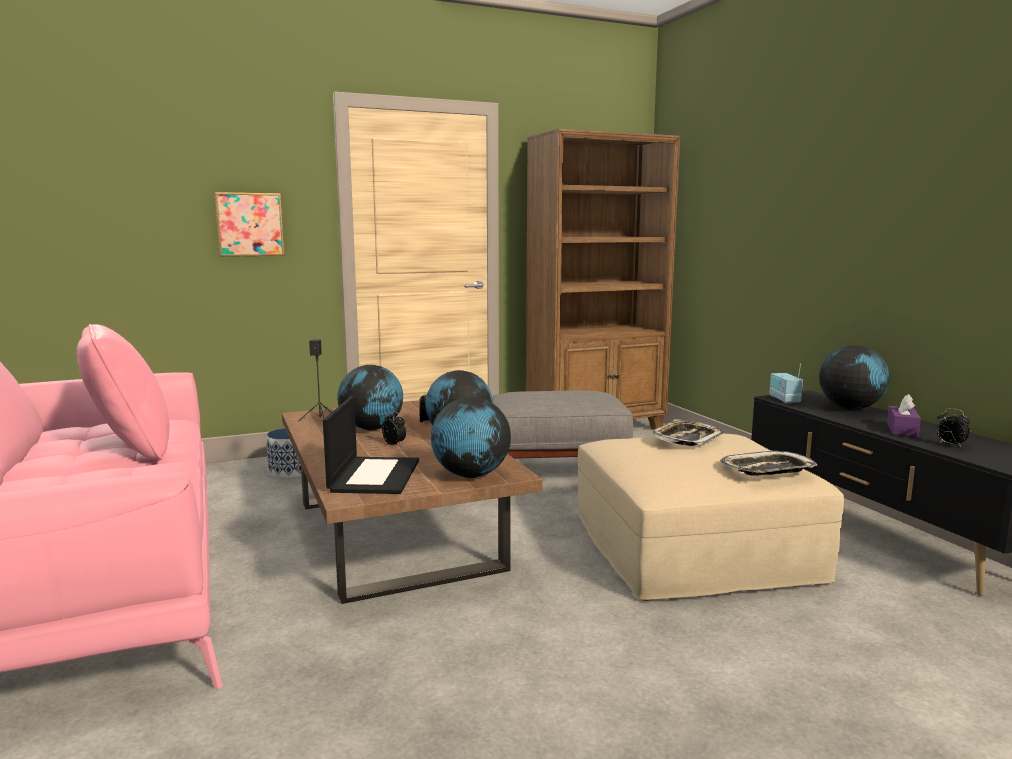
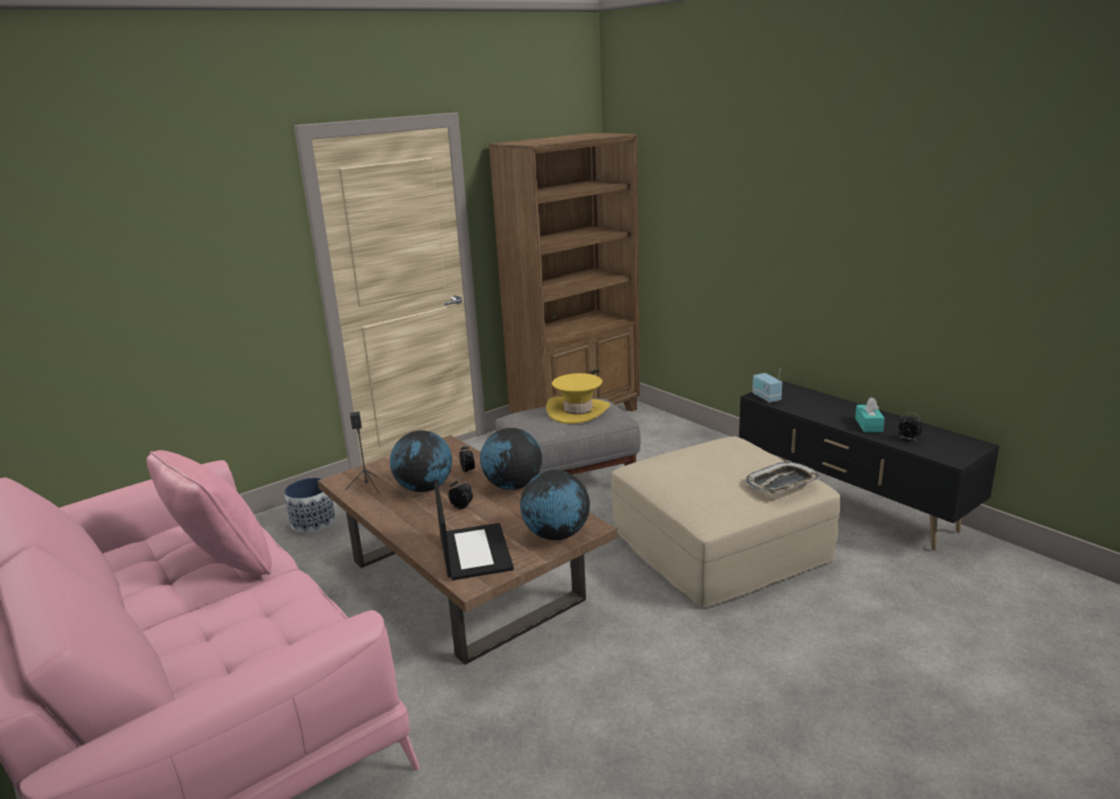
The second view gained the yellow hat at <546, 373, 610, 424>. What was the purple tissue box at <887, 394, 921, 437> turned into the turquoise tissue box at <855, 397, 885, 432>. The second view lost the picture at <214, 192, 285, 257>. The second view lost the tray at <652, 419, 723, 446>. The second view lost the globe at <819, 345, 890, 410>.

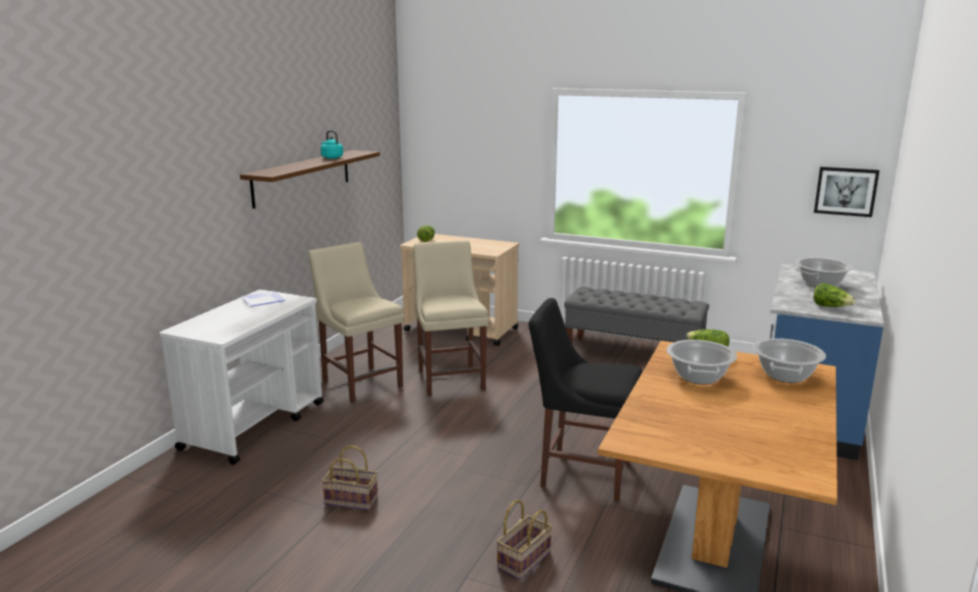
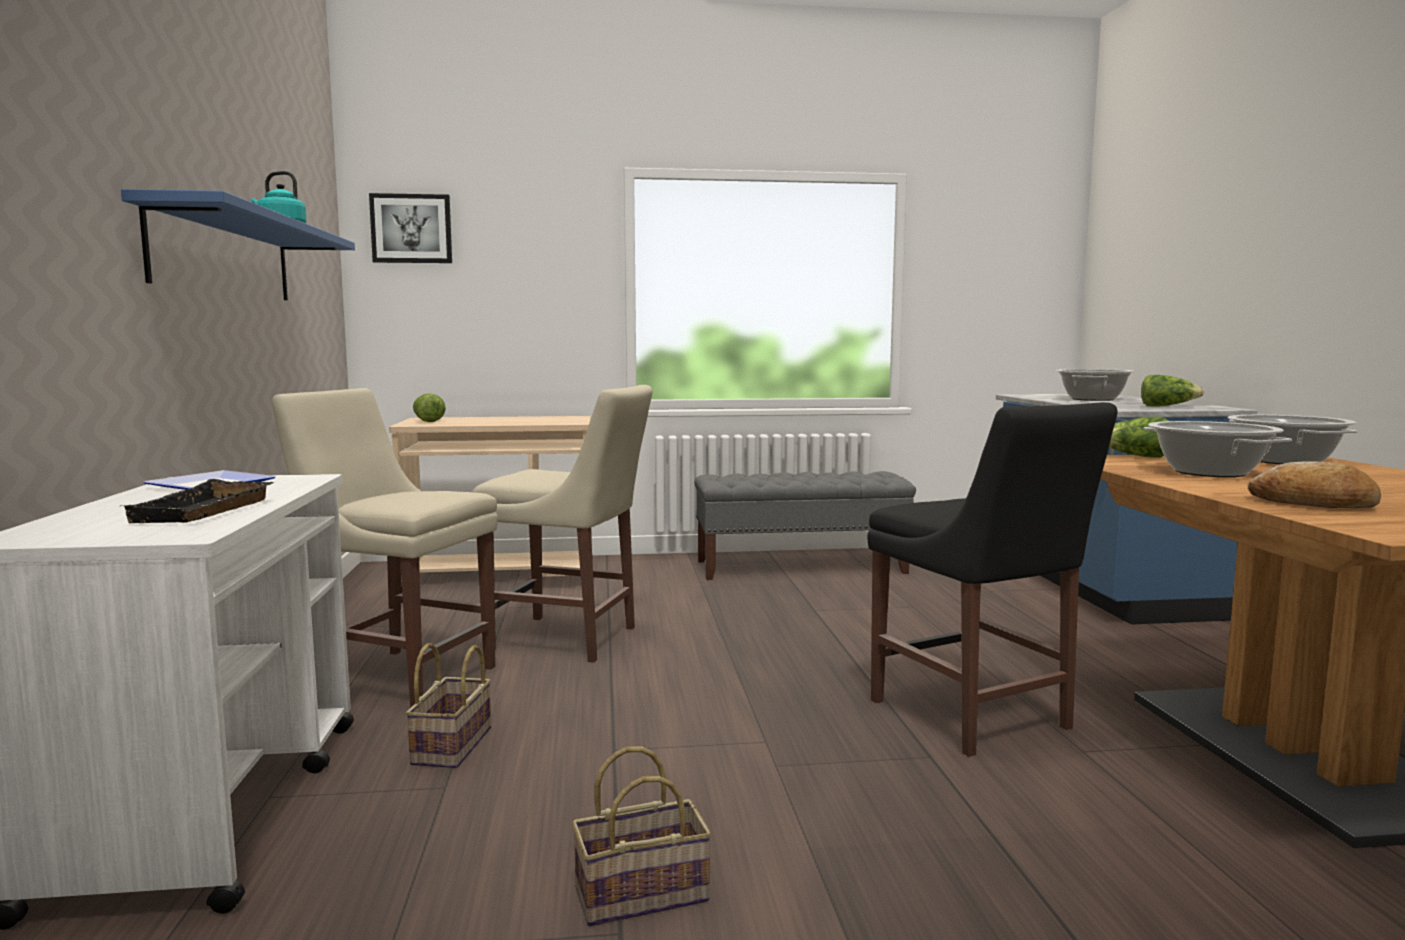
What was the brown shelf at <240, 150, 380, 209> turned into the blue shelf at <121, 189, 355, 300>. The second view gained the black tray at <123, 479, 274, 523>. The picture ended up elsewhere, having gone from <814, 167, 880, 217> to <369, 193, 452, 263>. The basket ended up elsewhere, having gone from <496, 500, 552, 580> to <405, 643, 491, 768>. The beige chair at <413, 240, 489, 396> ended up facing another way, 150 degrees clockwise from before. The black chair at <528, 298, 642, 501> ended up facing another way, 105 degrees counterclockwise from before. The second view gained the bread at <1248, 461, 1381, 508>.

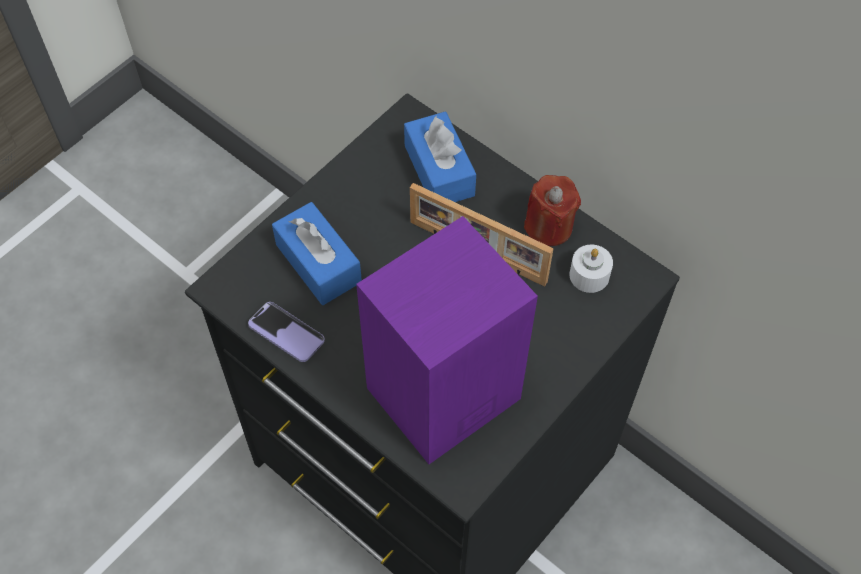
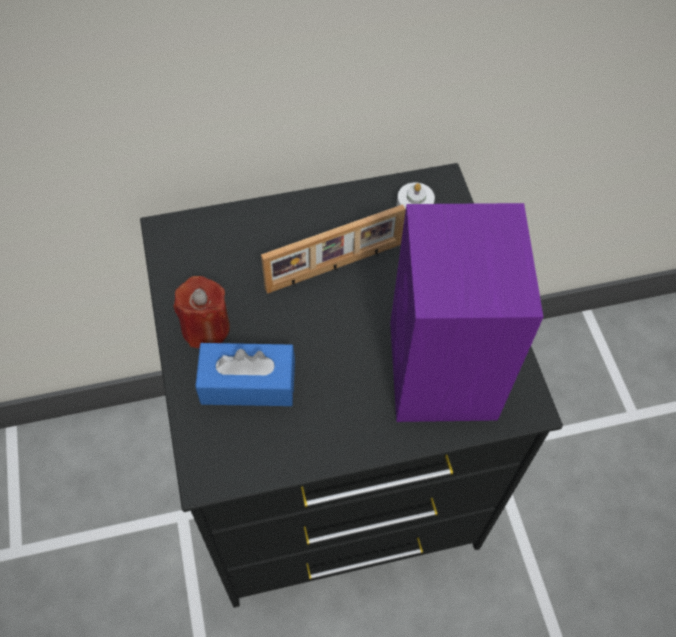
The red candle ended up elsewhere, having gone from <524, 175, 581, 246> to <173, 276, 230, 348>. The second view lost the phone at <248, 302, 325, 362>. The second view lost the blue tissue box at <404, 112, 476, 202>.

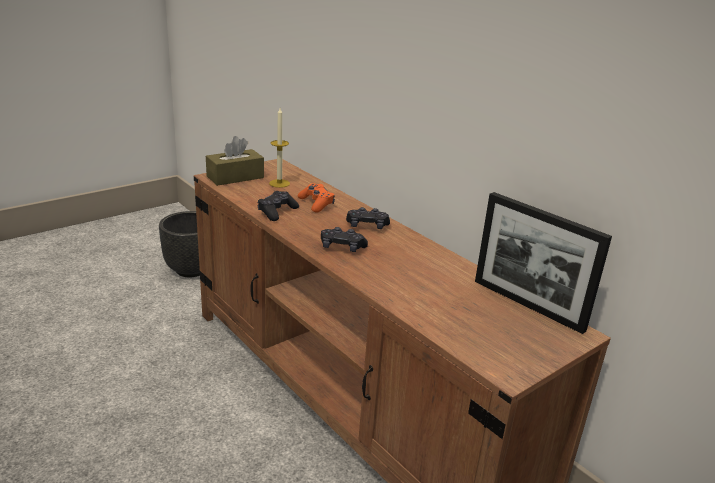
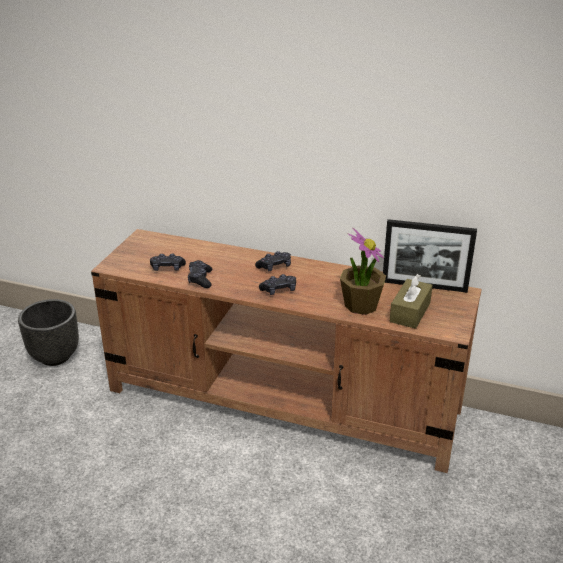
The second view gained the black game controller at <150, 253, 186, 271>. The second view gained the potted plant at <340, 228, 386, 315>. The brown tissue box ended up elsewhere, having gone from <206, 136, 264, 186> to <390, 274, 433, 329>. The second view lost the candle at <269, 108, 290, 188>. The second view lost the orange game controller at <297, 183, 335, 213>.

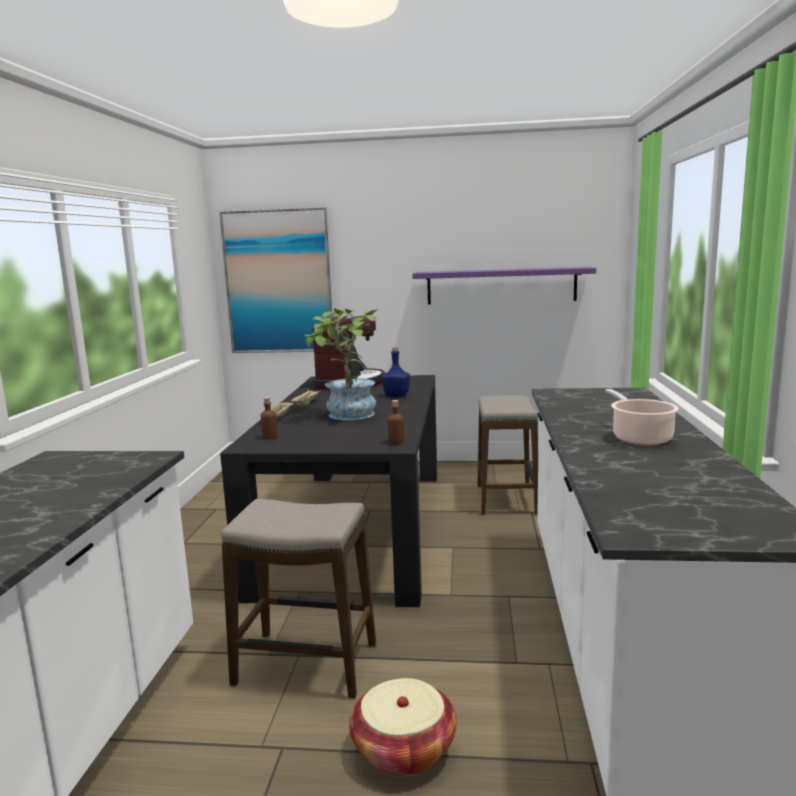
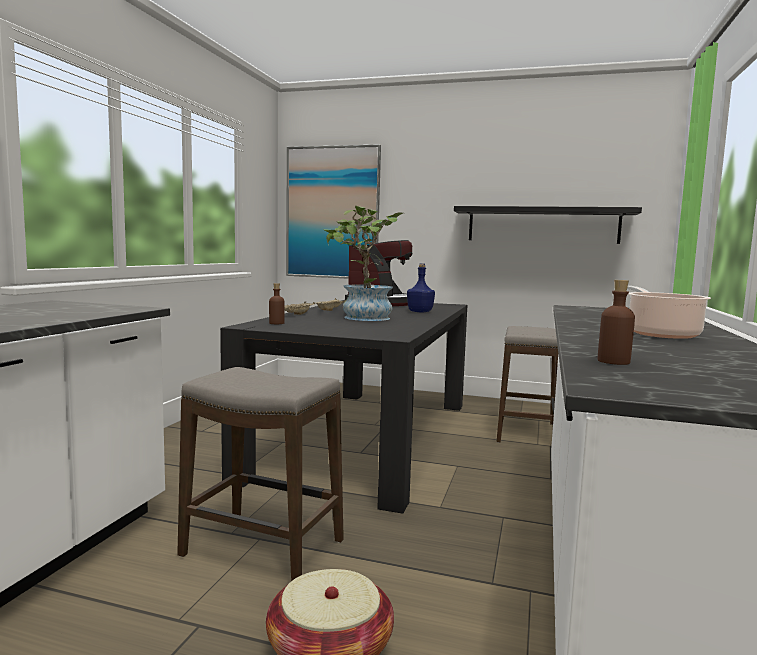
What was the purple shelf at <413, 267, 596, 305> turned into the black shelf at <454, 206, 642, 244>. The brown bottle ended up elsewhere, having gone from <388, 400, 404, 444> to <598, 280, 635, 365>.

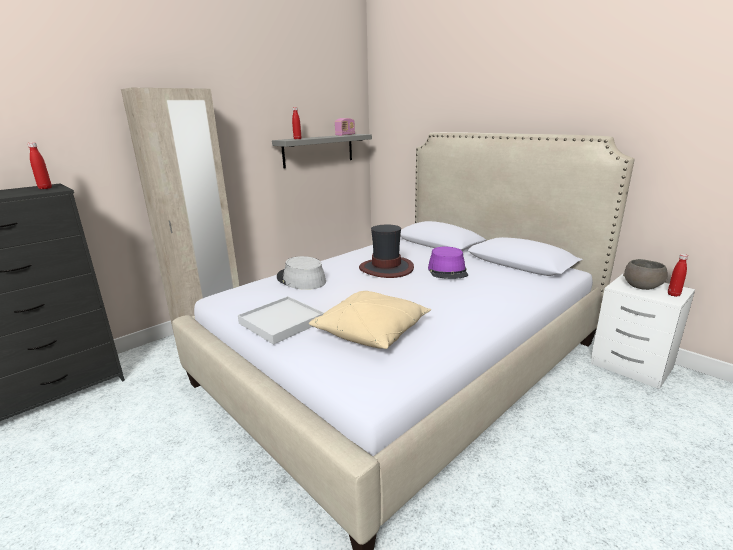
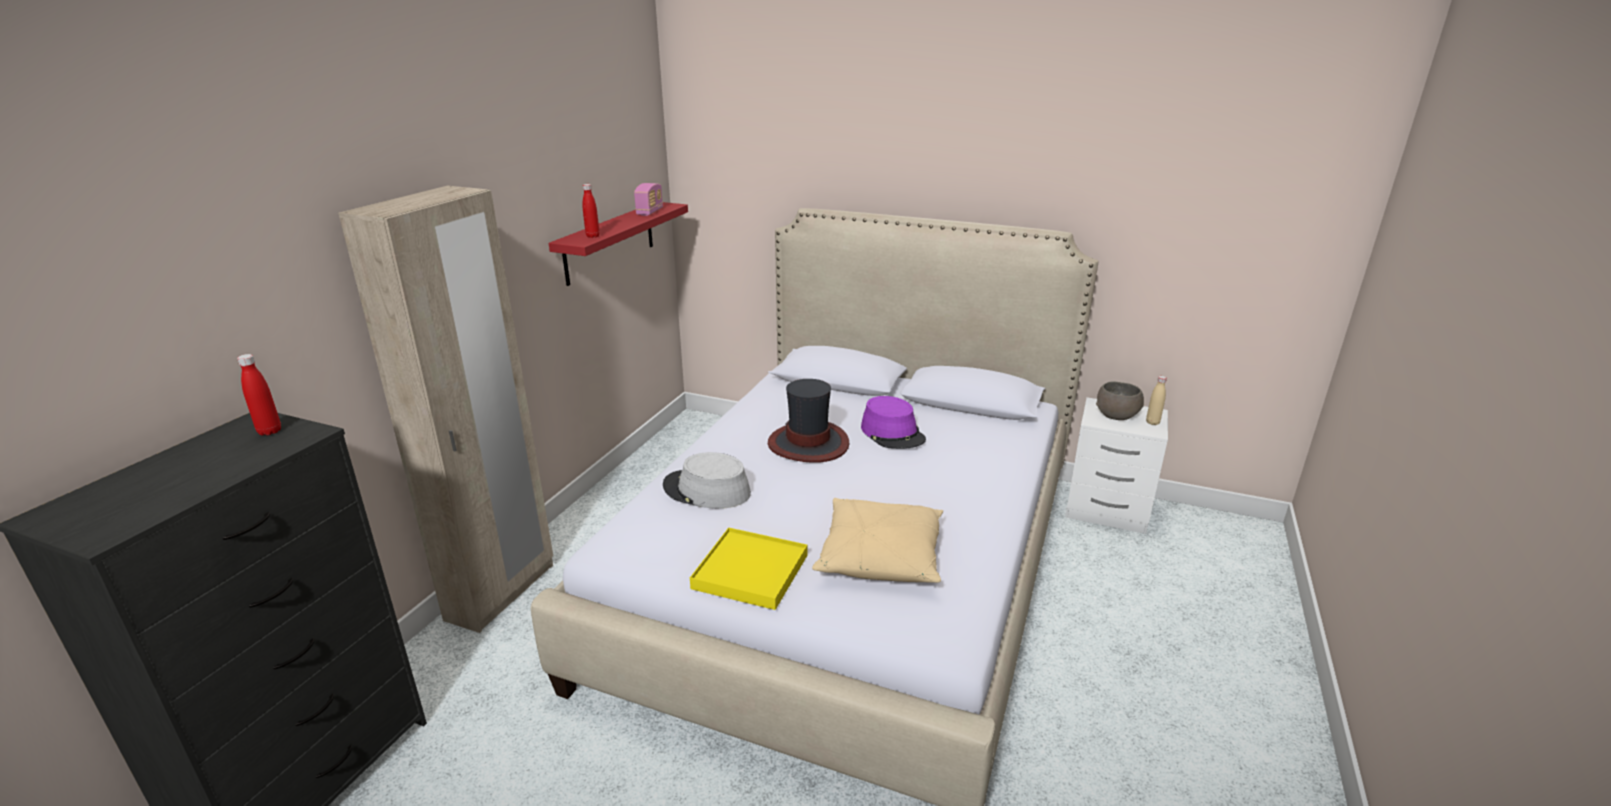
What was the grey shelf at <272, 134, 372, 168> turned into the red shelf at <549, 202, 688, 286>. What was the white tray at <238, 296, 324, 345> turned into the yellow tray at <690, 527, 807, 610>. What was the red bottle at <668, 254, 688, 297> turned into the beige bottle at <1146, 376, 1167, 425>.

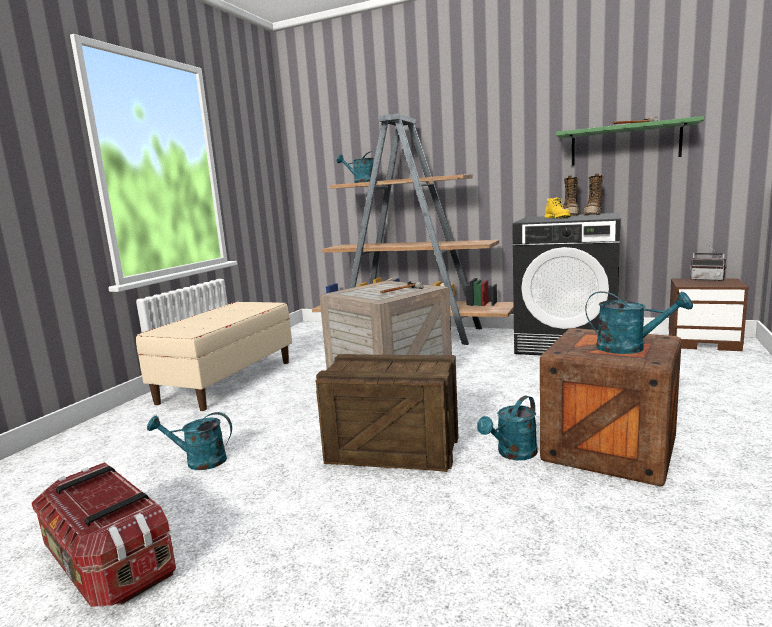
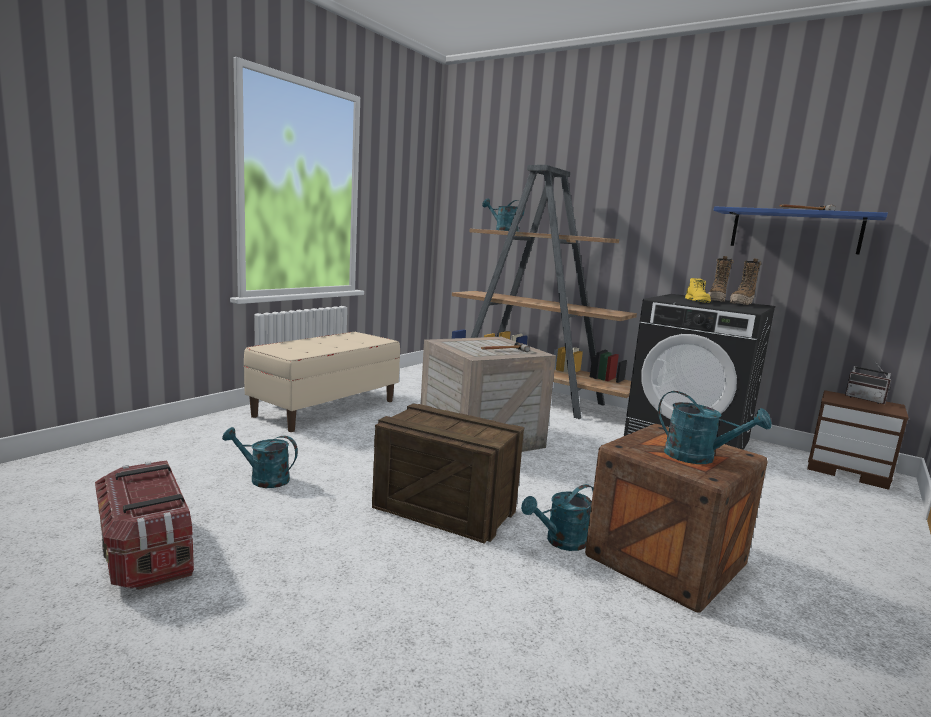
What was the green shelf at <556, 116, 704, 166> turned into the blue shelf at <713, 207, 888, 254>.

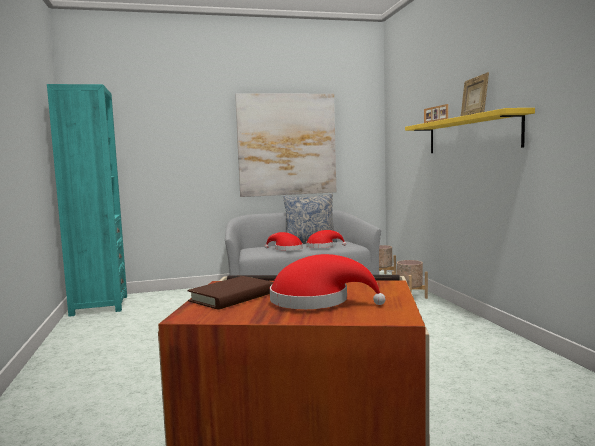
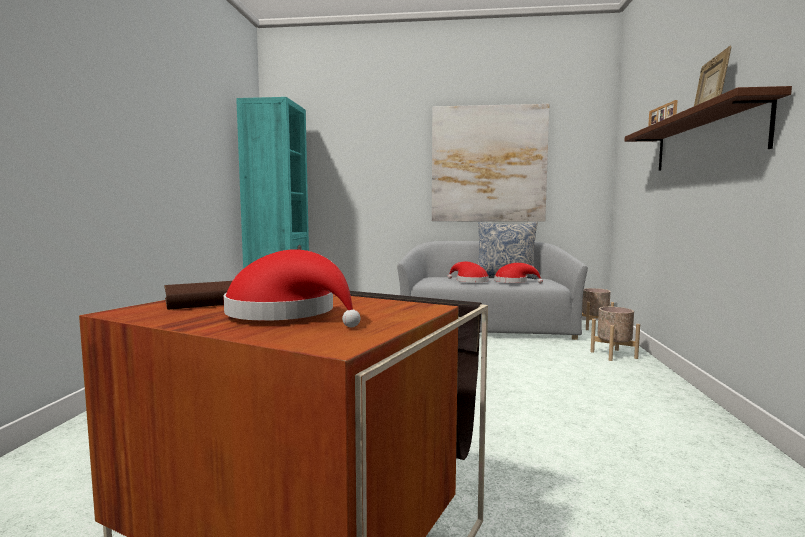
What was the yellow shelf at <405, 108, 535, 153> turned into the brown shelf at <625, 86, 792, 171>.

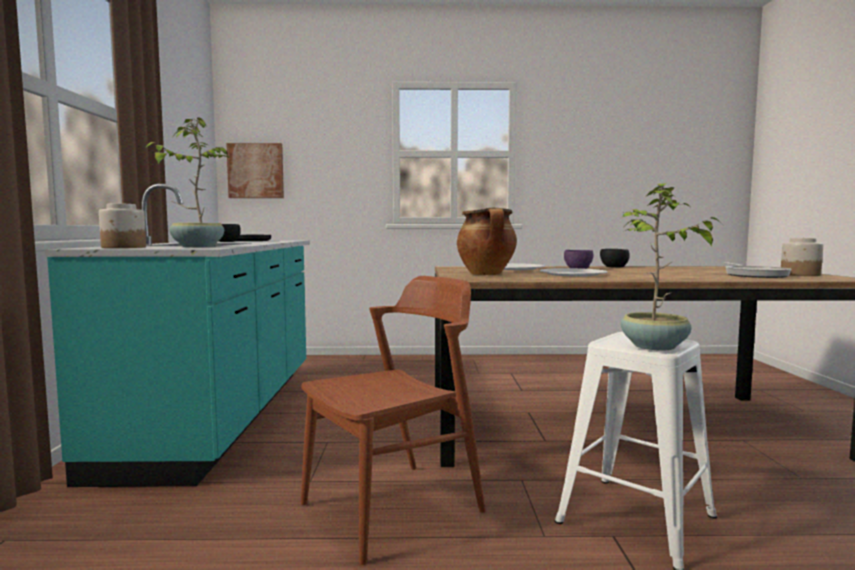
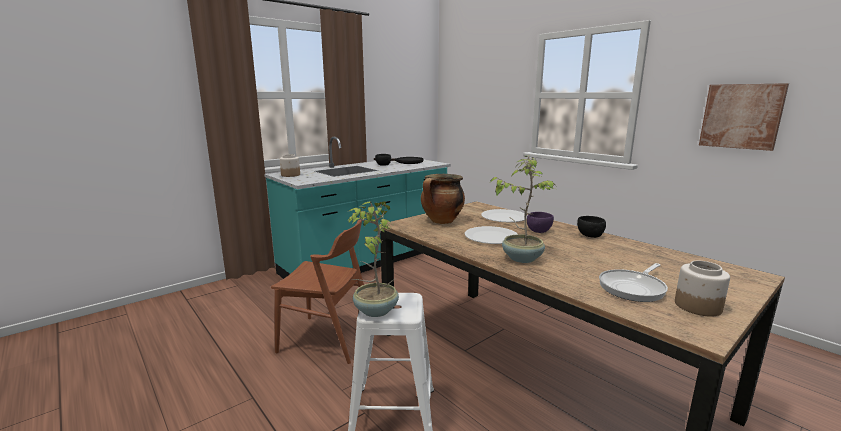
The potted plant ended up elsewhere, having gone from <146, 117, 229, 247> to <490, 156, 556, 263>. The picture ended up elsewhere, having gone from <226, 143, 284, 198> to <699, 83, 789, 151>.

